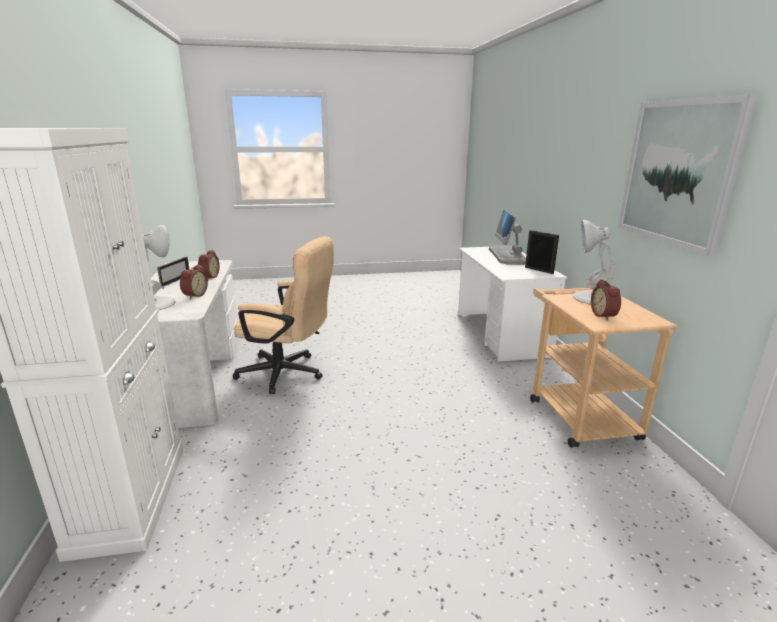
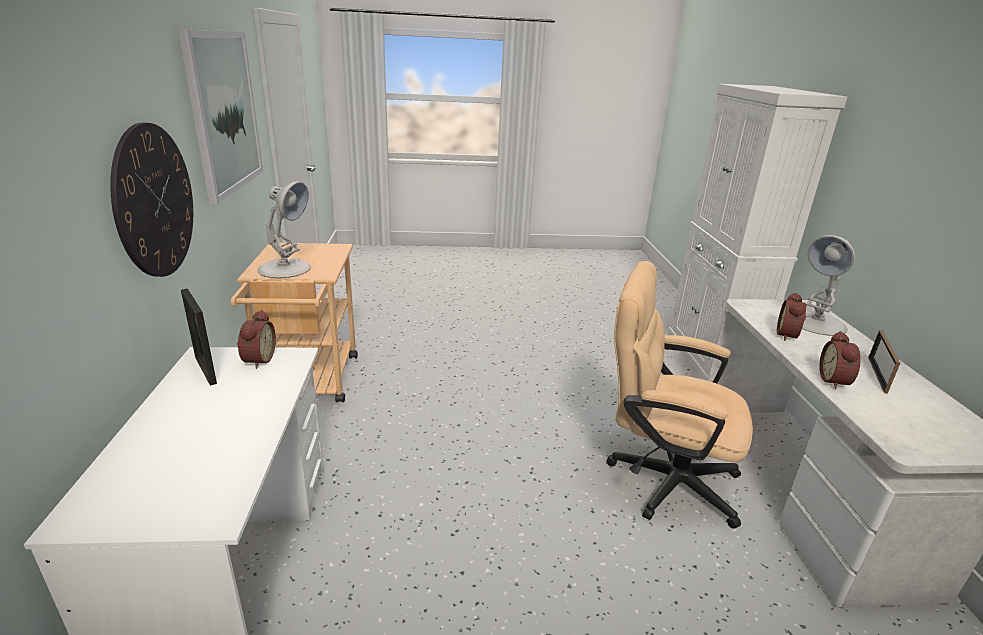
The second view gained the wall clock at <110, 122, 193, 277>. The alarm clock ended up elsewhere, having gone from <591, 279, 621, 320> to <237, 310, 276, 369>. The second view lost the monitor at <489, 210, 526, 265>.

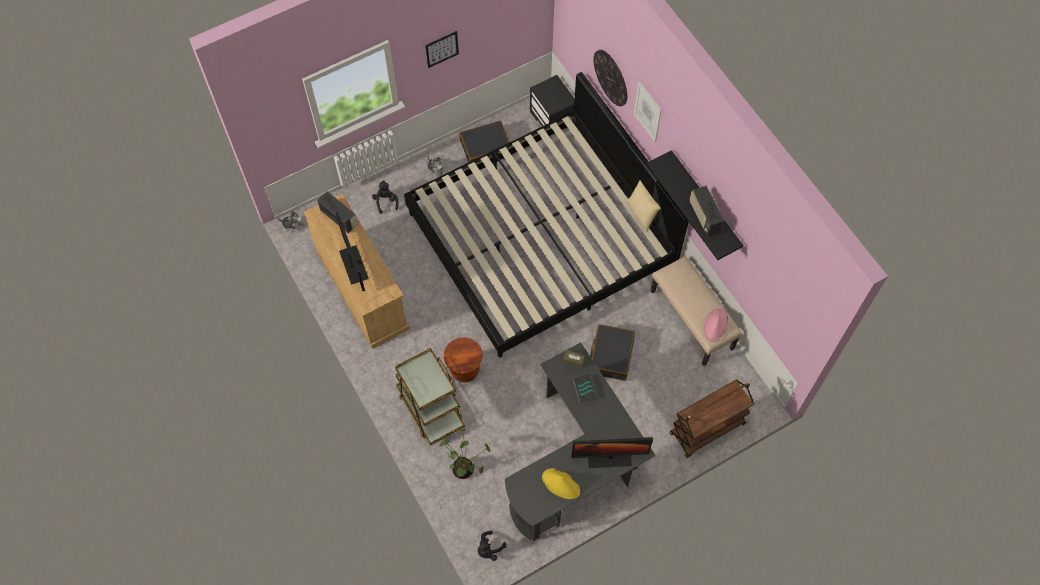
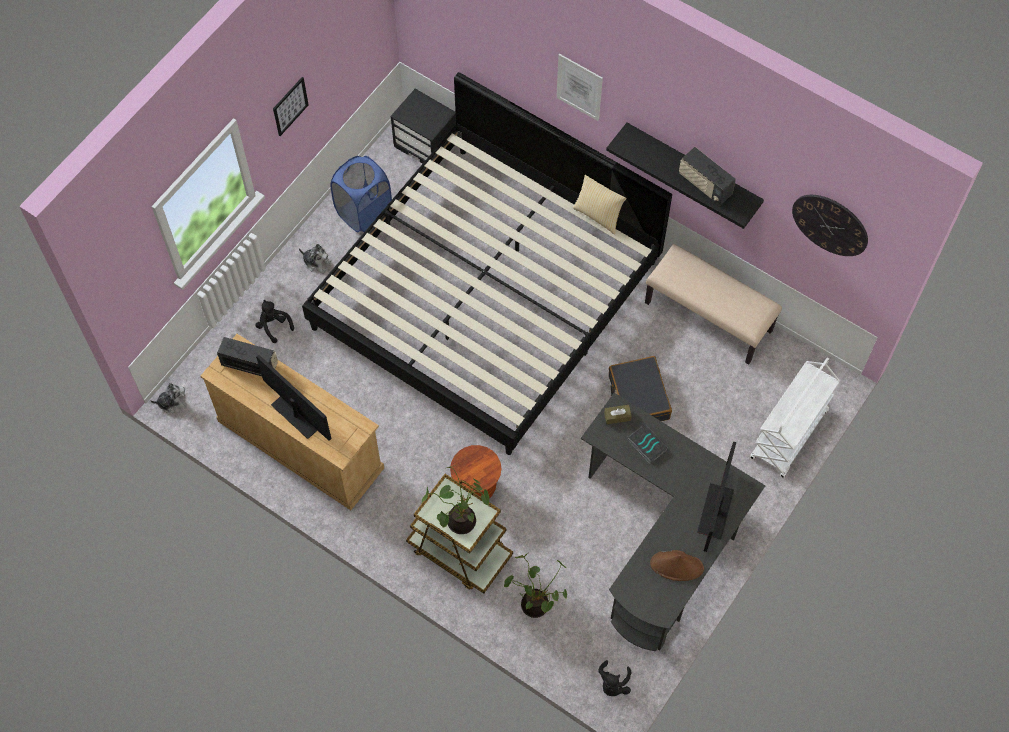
Where the black suitcase stood at <459, 121, 510, 162>, the blue laundry basket came to stand at <330, 156, 392, 232>. The second view gained the potted plant at <422, 465, 489, 534>. What was the yellow hat at <542, 468, 580, 499> turned into the brown hat at <650, 550, 704, 581>. The monitor at <571, 437, 653, 468> ended up facing another way, 135 degrees clockwise from before. What was the brown cart at <669, 380, 754, 458> turned into the white cart at <750, 357, 840, 478>. The wall clock ended up elsewhere, having gone from <594, 50, 627, 106> to <792, 195, 868, 256>. The second view lost the pink hat at <704, 307, 728, 342>.

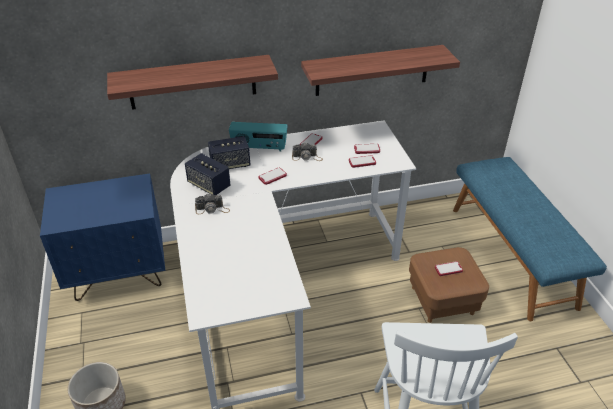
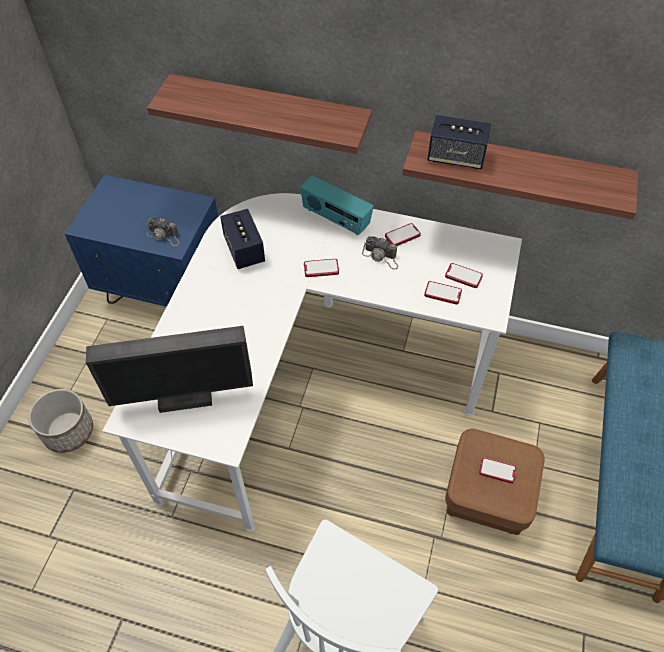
The second view gained the monitor at <86, 326, 253, 413>. The photo camera ended up elsewhere, having gone from <195, 193, 230, 214> to <146, 218, 179, 246>. The speaker ended up elsewhere, having gone from <208, 136, 250, 169> to <427, 115, 491, 169>.

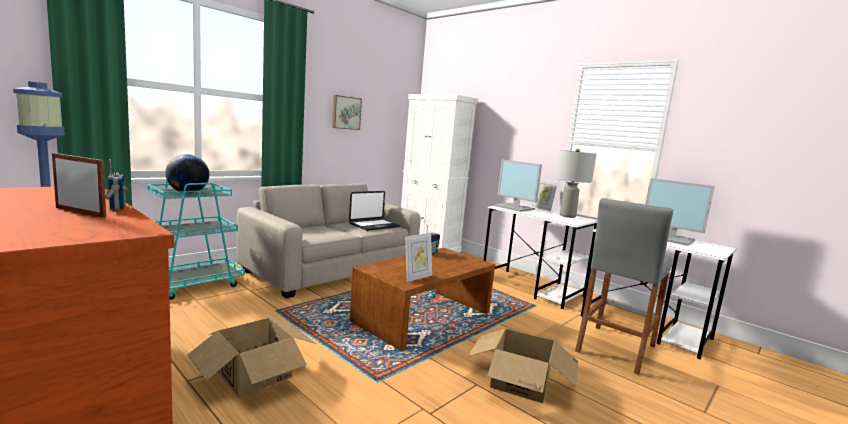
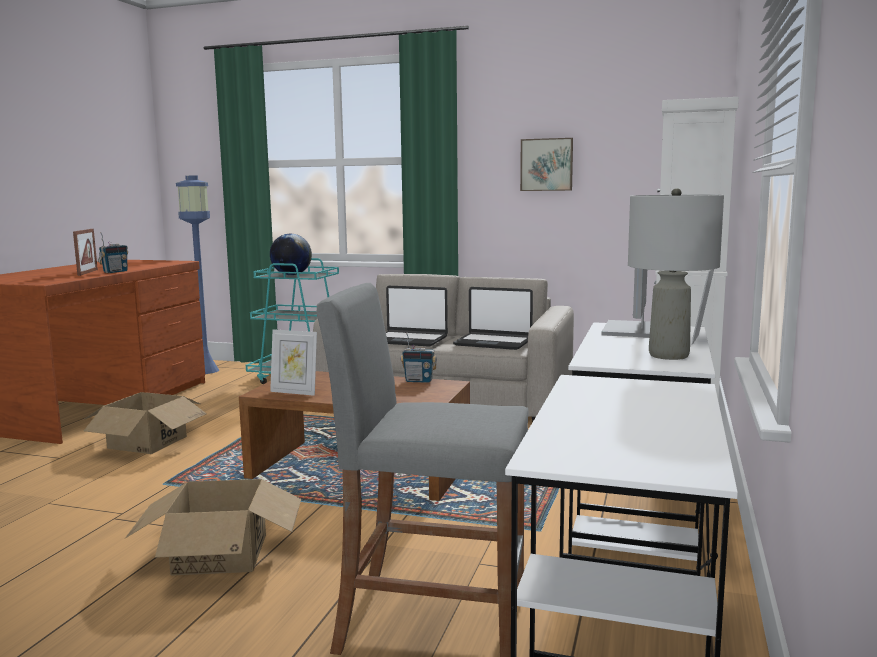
The second view gained the laptop at <386, 286, 448, 347>. The second view lost the monitor at <646, 178, 715, 246>.

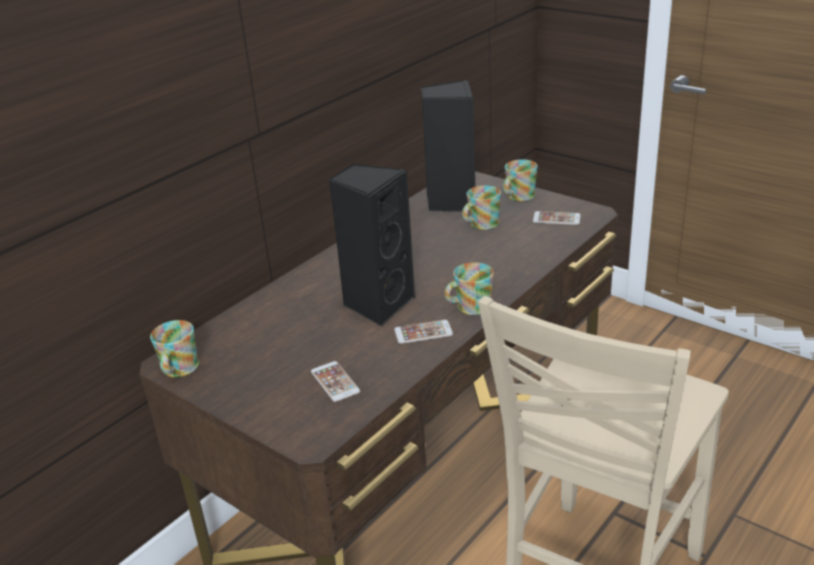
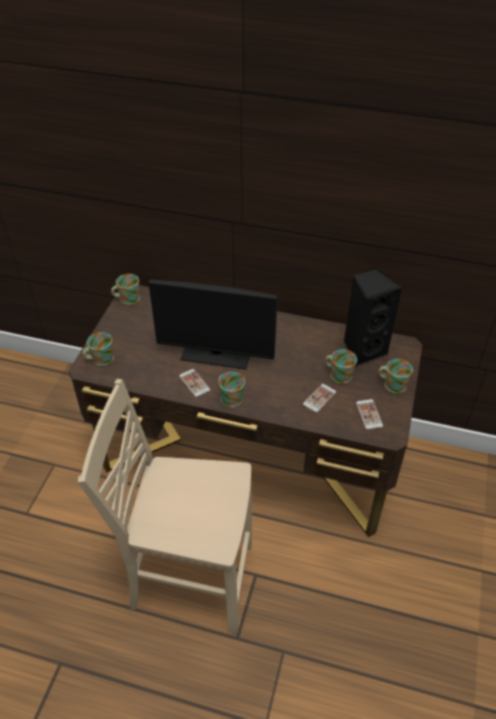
The second view gained the mug at <82, 332, 114, 366>. Where the black speaker stood at <328, 163, 415, 327>, the monitor came to stand at <149, 279, 277, 369>. The phone ended up elsewhere, having gone from <311, 361, 360, 402> to <303, 384, 336, 413>.

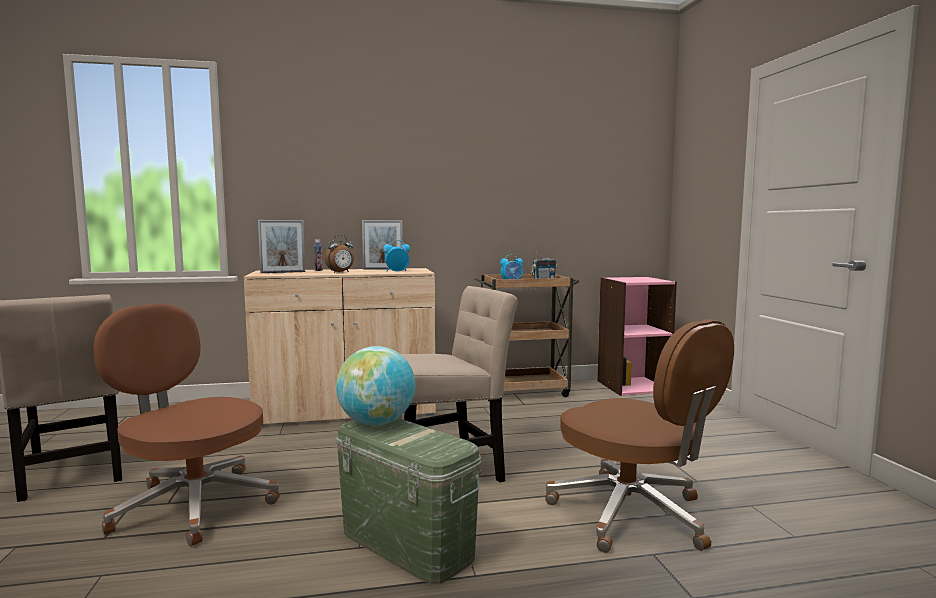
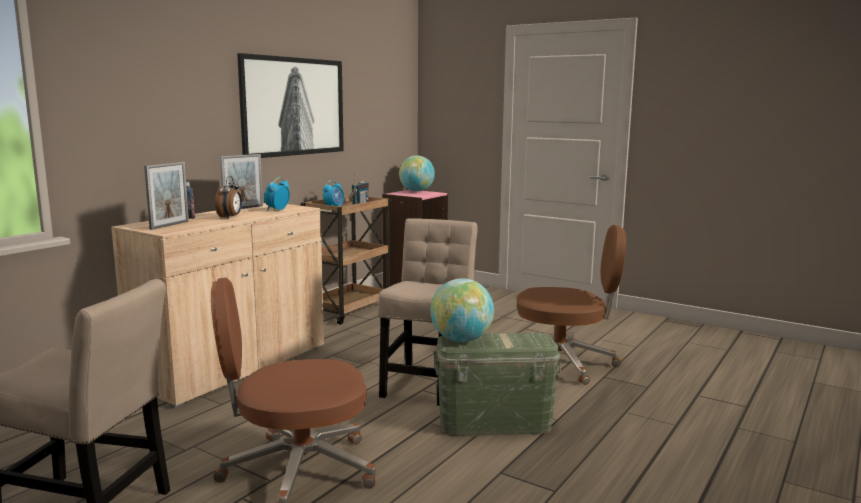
The second view gained the picture at <237, 53, 344, 158>. The second view gained the globe at <399, 156, 435, 192>.

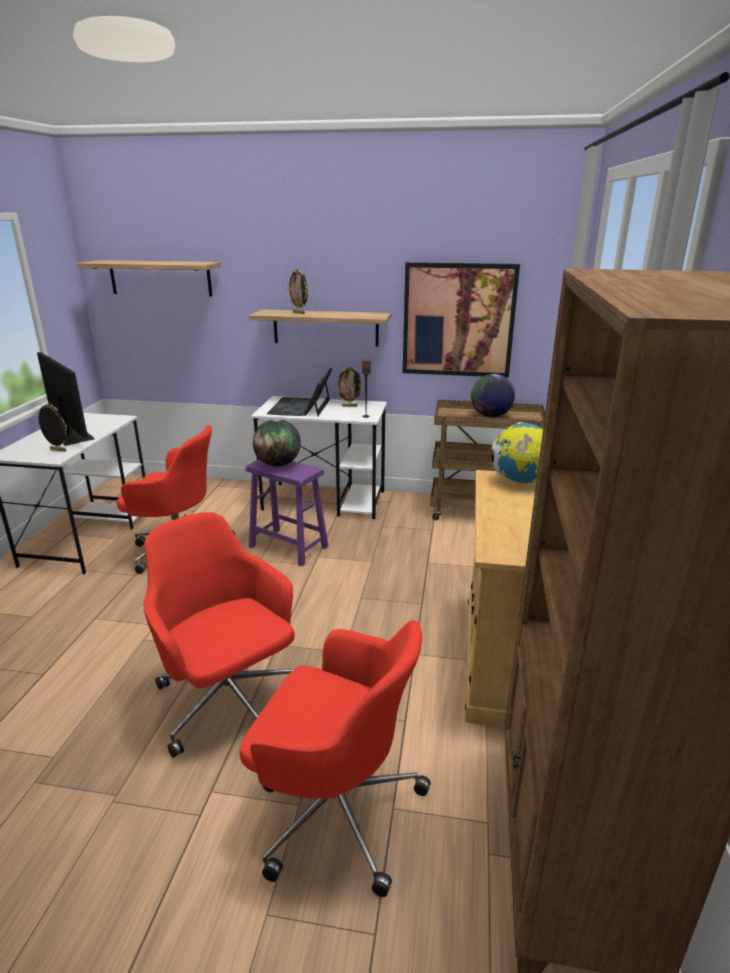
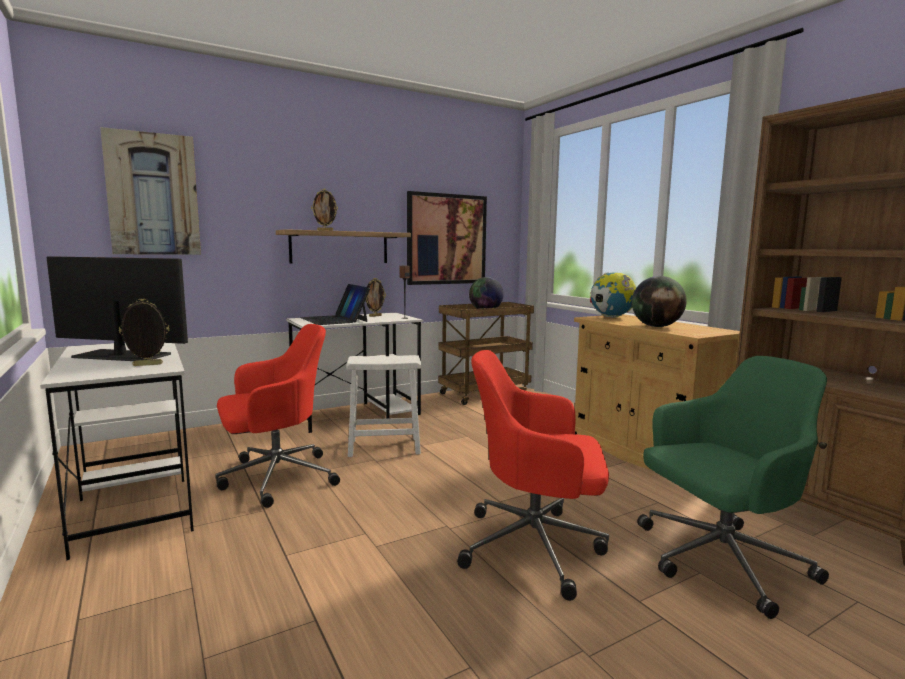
Where the shelf hung at <77, 260, 221, 296>, the picture came to hang at <100, 127, 201, 255>. What was the purple stool at <246, 459, 329, 566> turned into the white stool at <346, 355, 421, 457>. The globe ended up elsewhere, having gone from <253, 419, 301, 467> to <632, 276, 687, 327>. What was the red office chair at <240, 620, 431, 897> turned into the green office chair at <637, 356, 829, 619>.

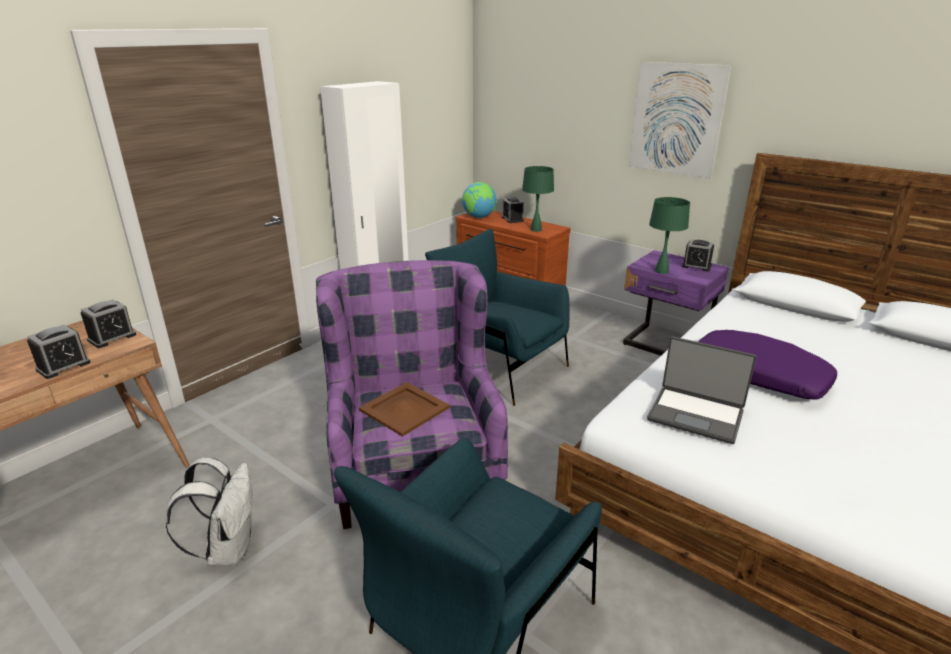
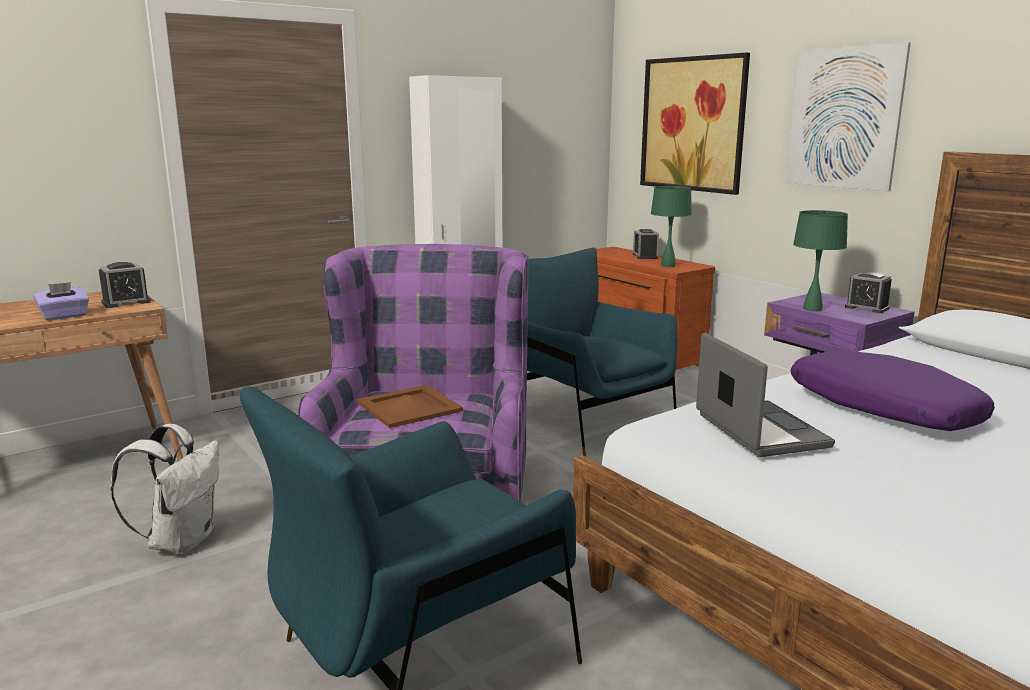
Where the alarm clock stood at <27, 325, 90, 379>, the purple tissue box came to stand at <33, 282, 89, 321>. The second view gained the picture at <640, 53, 750, 195>. The laptop at <647, 336, 756, 444> ended up facing another way, 150 degrees counterclockwise from before. The second view lost the globe at <462, 182, 497, 218>.

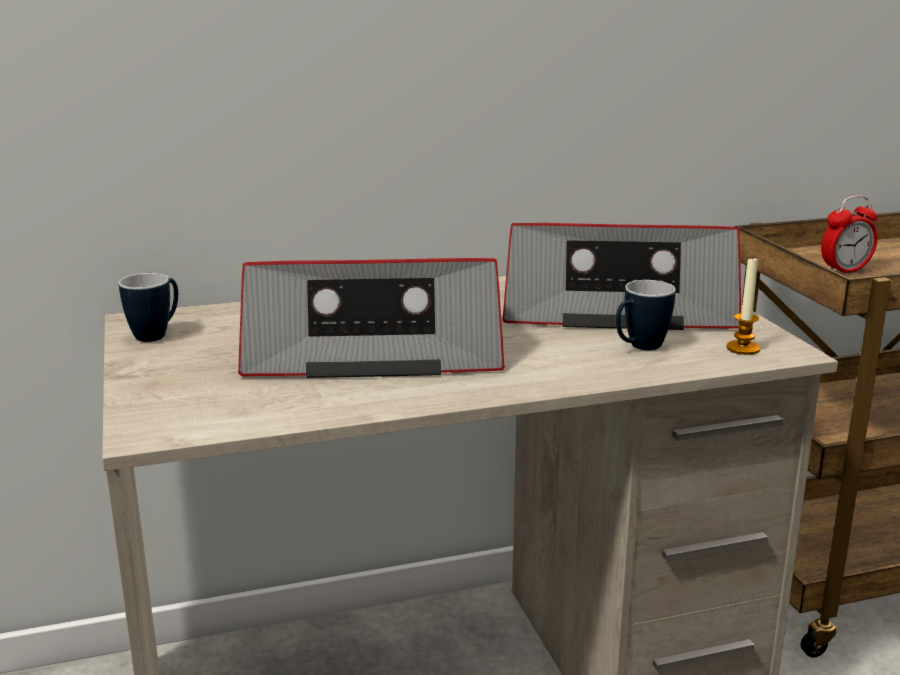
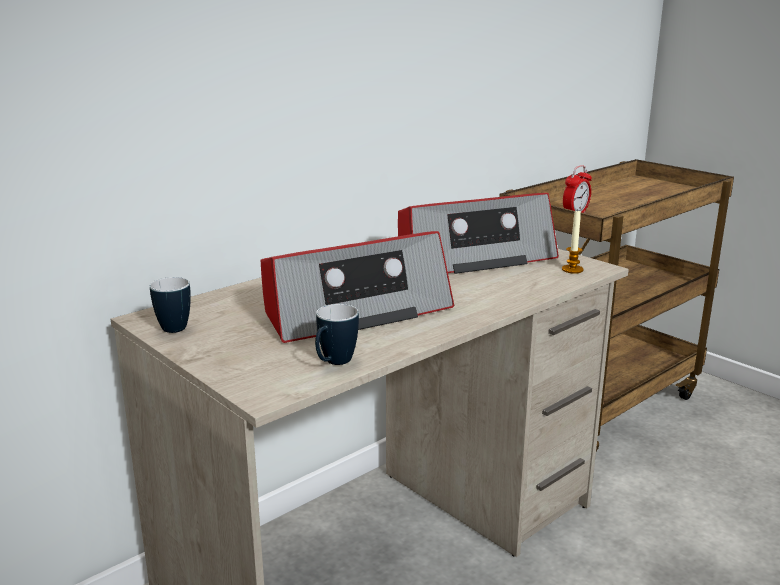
The mug ended up elsewhere, having gone from <616, 280, 676, 350> to <315, 304, 359, 365>.

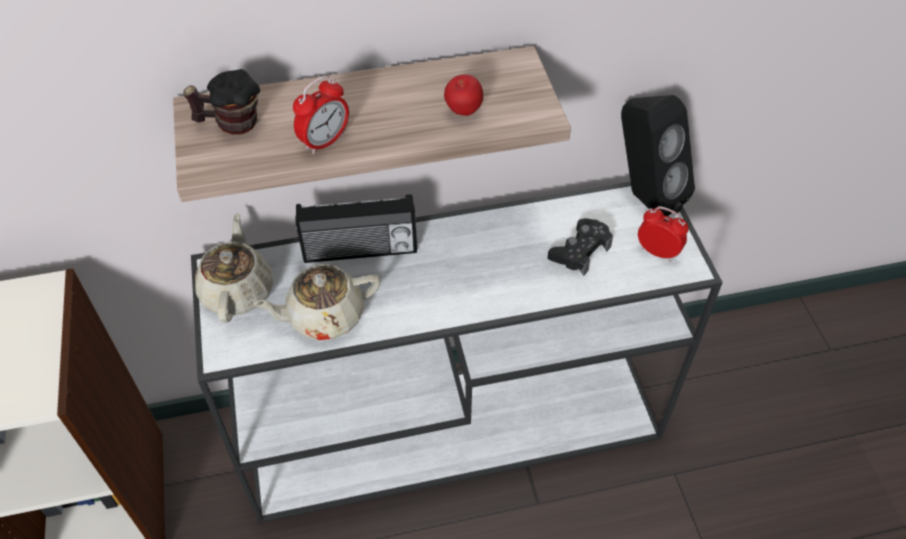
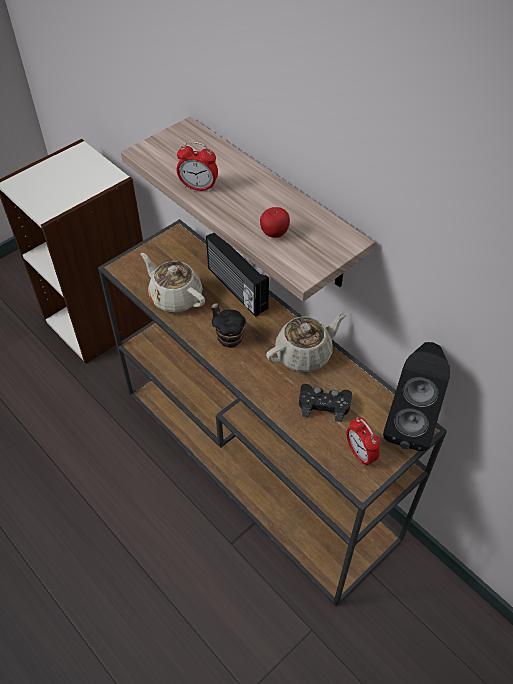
What was the white console table at <191, 181, 723, 523> turned into the brown console table at <98, 219, 447, 606>. The mug ended up elsewhere, having gone from <183, 69, 260, 135> to <211, 303, 246, 348>. The beige teapot ended up elsewhere, having gone from <195, 213, 273, 323> to <266, 312, 347, 372>. The alarm clock at <638, 206, 689, 262> ended up facing another way, 150 degrees clockwise from before.

